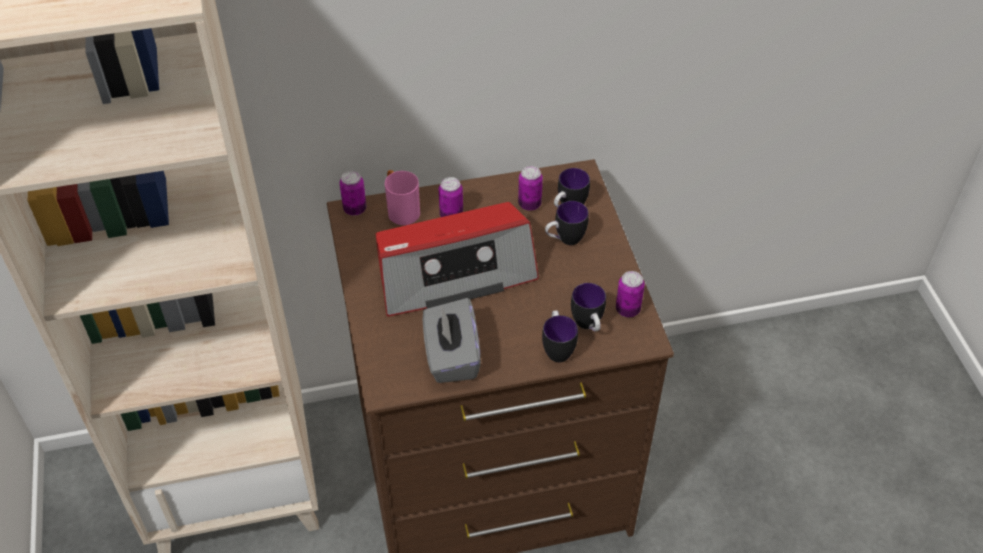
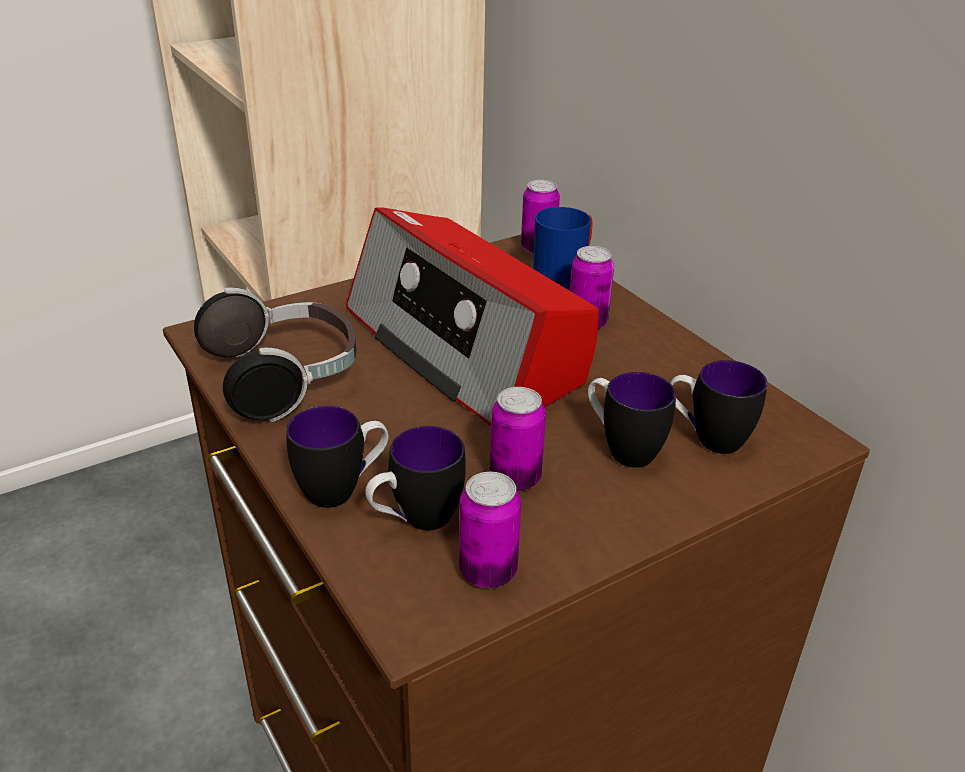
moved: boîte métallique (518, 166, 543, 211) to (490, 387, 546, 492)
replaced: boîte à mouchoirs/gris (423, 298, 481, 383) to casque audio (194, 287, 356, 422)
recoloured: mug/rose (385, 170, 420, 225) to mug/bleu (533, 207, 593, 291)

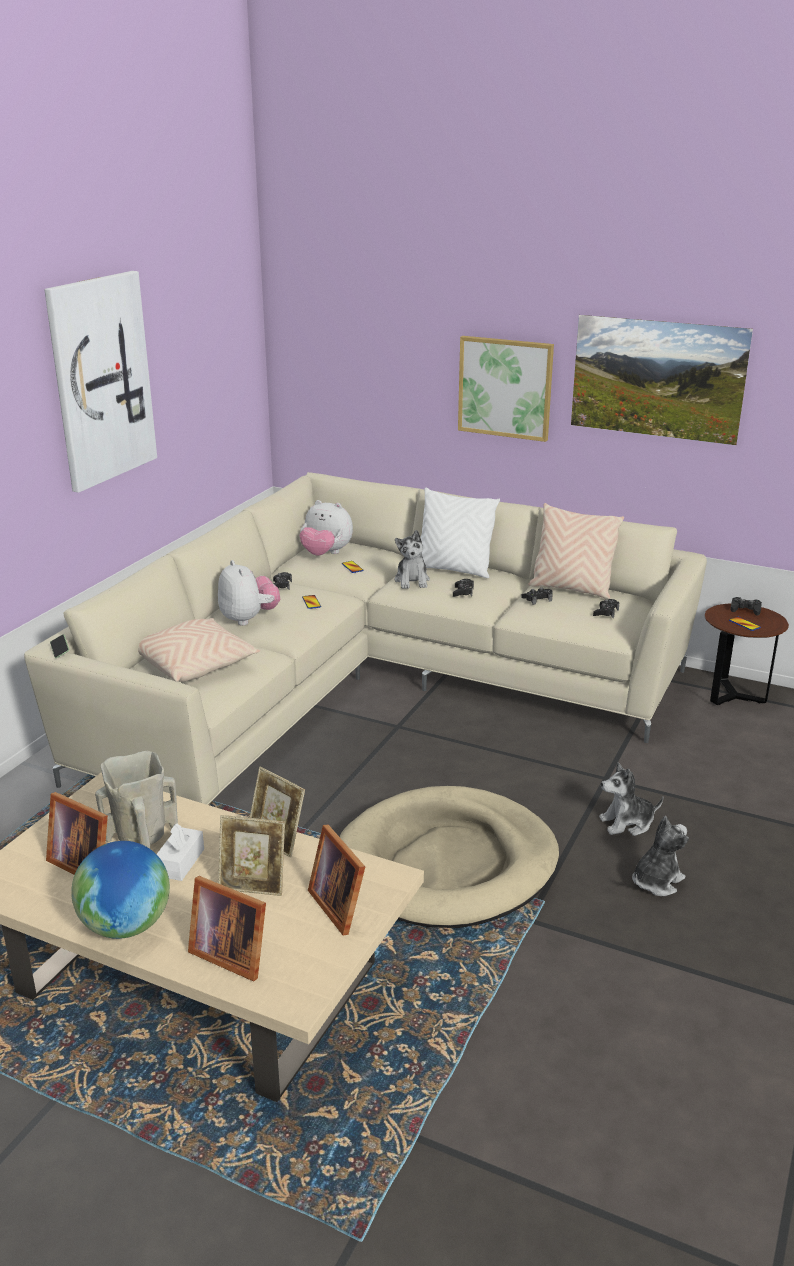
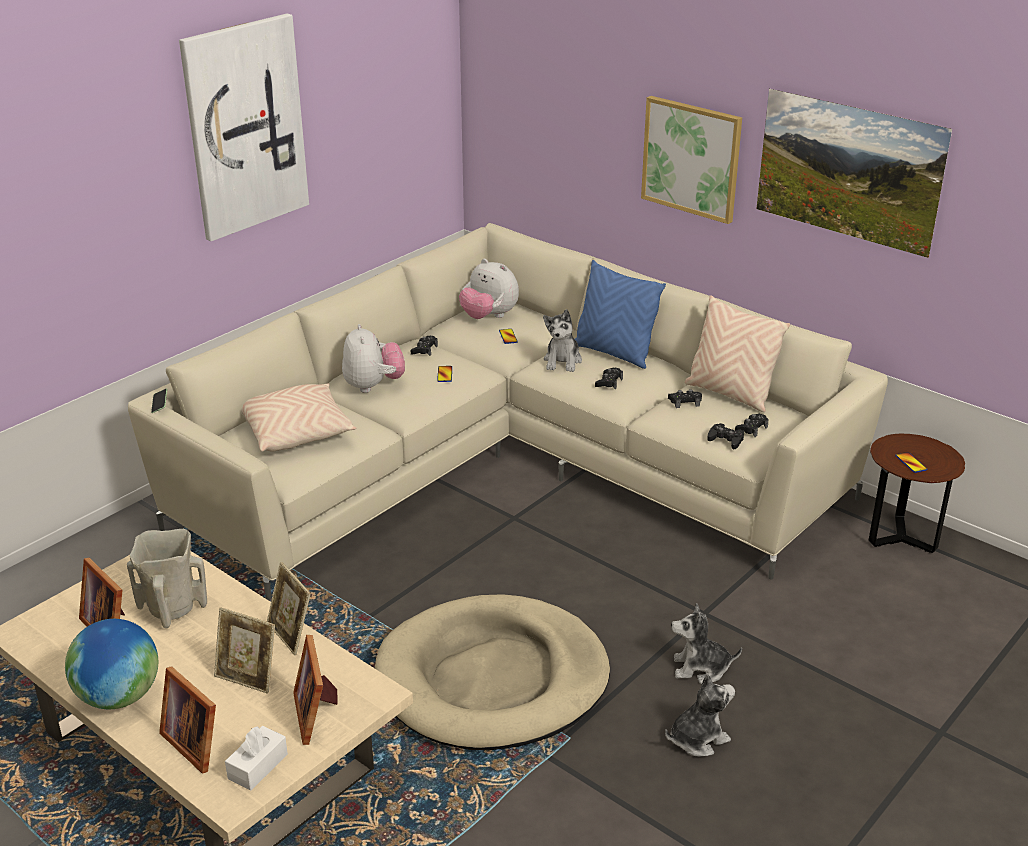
moved: manette/noir (730, 597, 762, 616) to (707, 423, 744, 449); boîte à mouchoirs/blanc (157, 824, 204, 881) to (225, 726, 288, 791)
recoloured: coussin/blanc (420, 487, 500, 578) to coussin/bleu (575, 260, 666, 369)

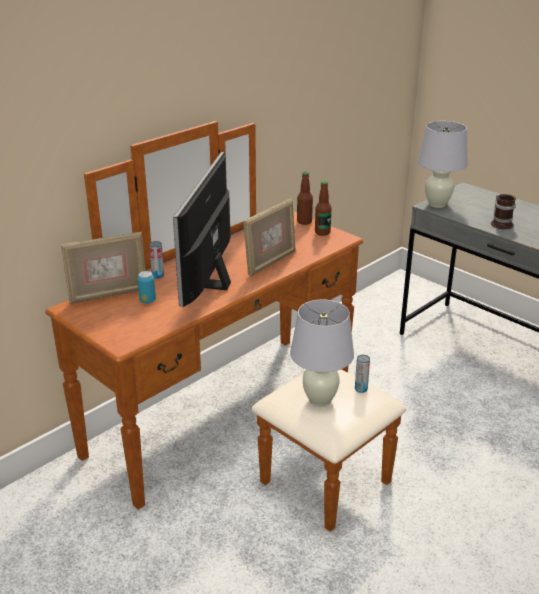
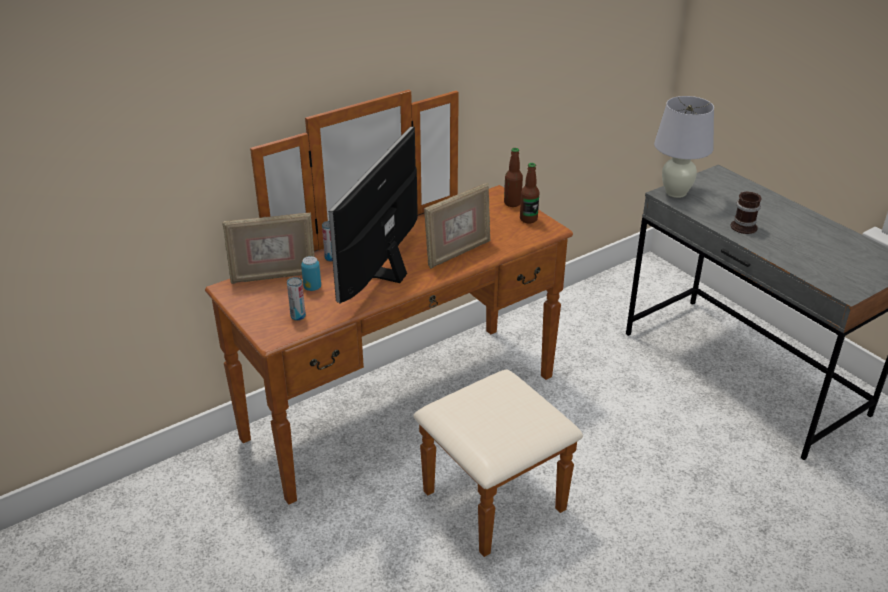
removed: lampe de table/blanc (290, 299, 354, 407)
moved: boîte métallique (355, 355, 370, 393) to (287, 277, 306, 321)

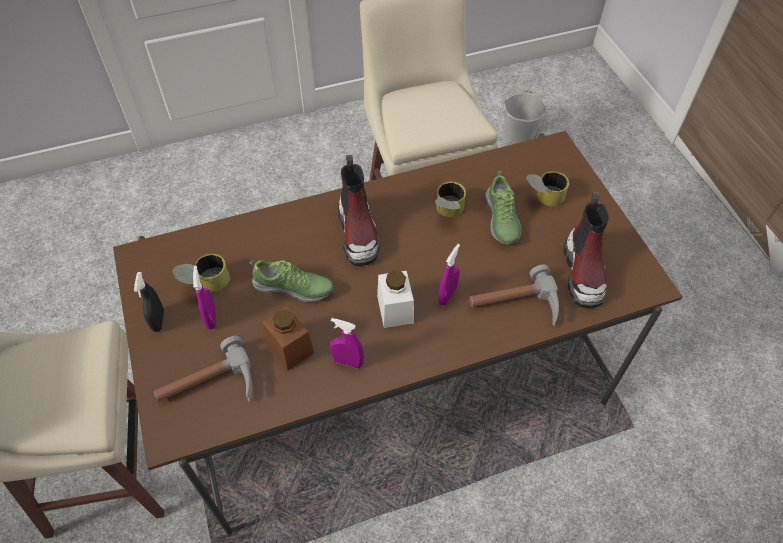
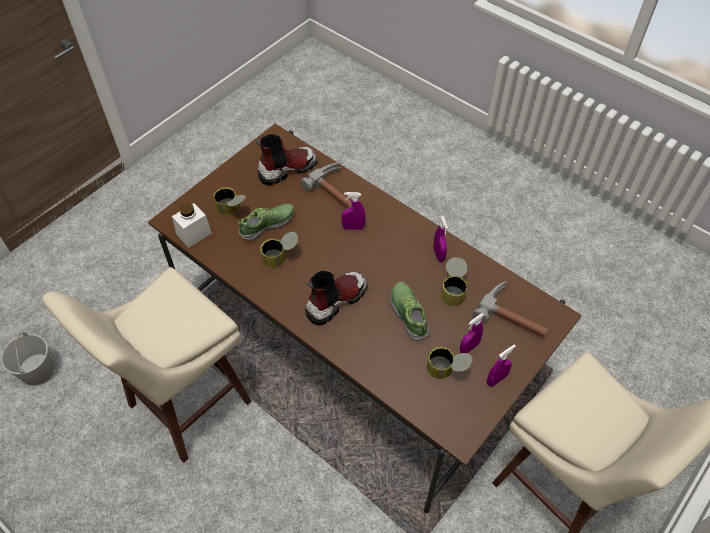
moved: bocal/blanc (377, 271, 414, 328) to (172, 203, 212, 248)
replaced: bocal/marron (262, 306, 314, 370) to boîte métallique (441, 257, 468, 306)
recoloured: vaporisateur/noir (134, 272, 164, 332) to vaporisateur/violet (487, 345, 516, 387)

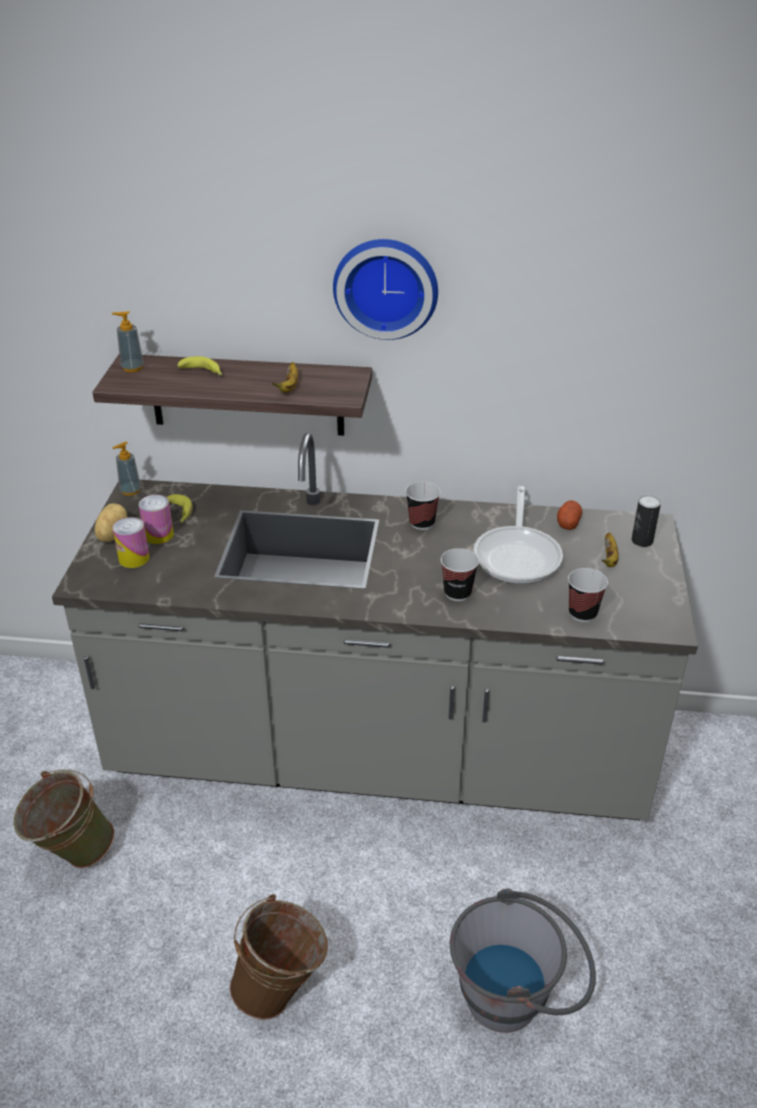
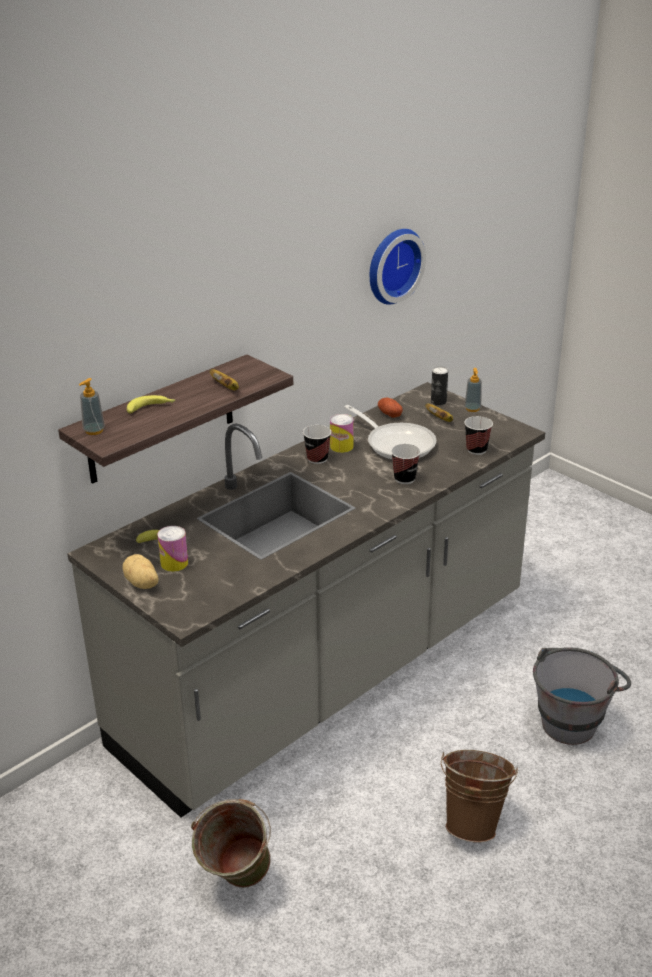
moved: horloge murale (333, 239, 438, 340) to (370, 229, 426, 305); distributeur de savon (113, 442, 141, 496) to (465, 368, 482, 412); boîte métallique (113, 517, 149, 568) to (330, 414, 354, 453)

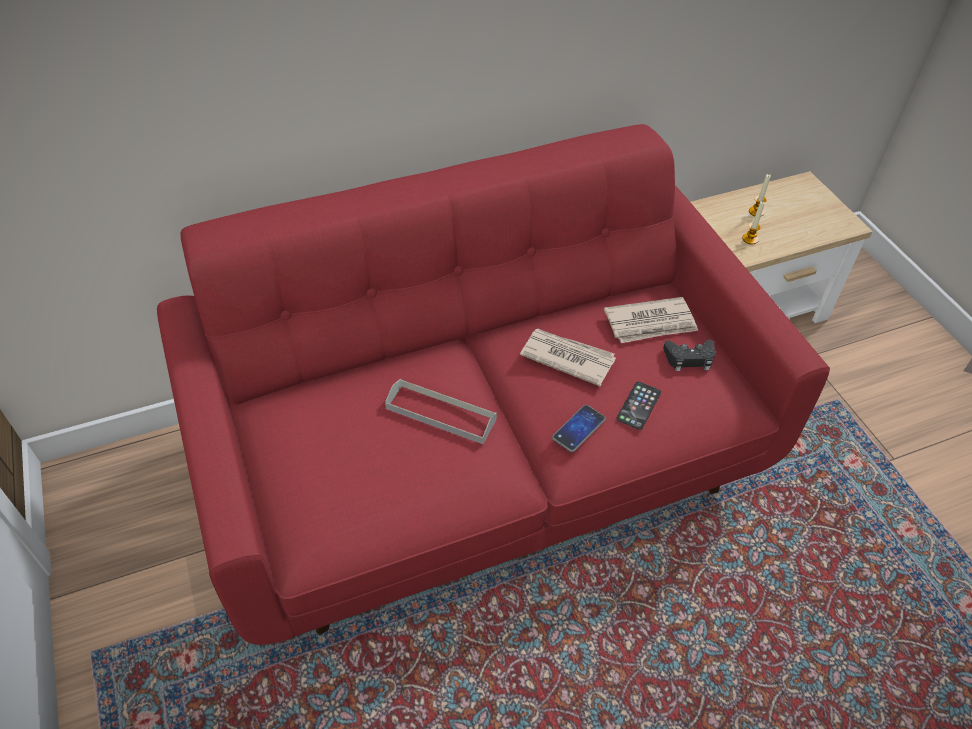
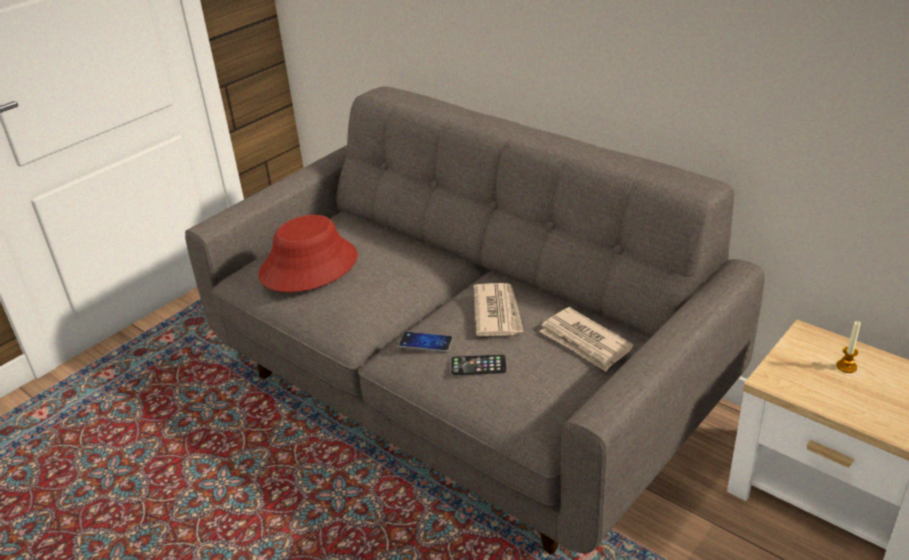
removed: bougie (742, 201, 765, 244); manette/noir (663, 340, 715, 371); plateau/gris (385, 379, 497, 444)
added: chapeau/rouge (258, 215, 358, 292)
recoloured: canapé/rouge (157, 124, 830, 645) to canapé/gris (185, 86, 765, 554)

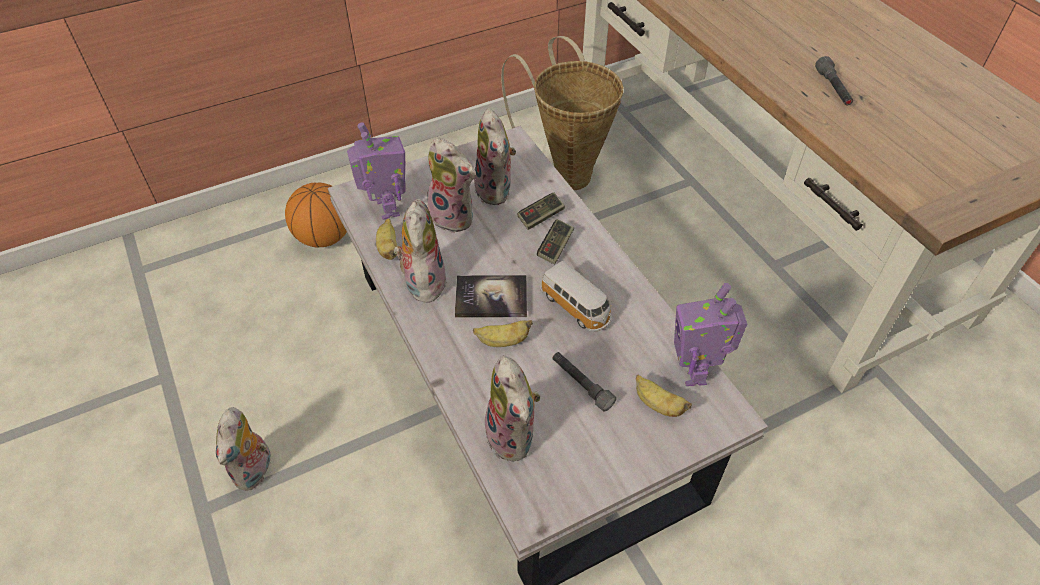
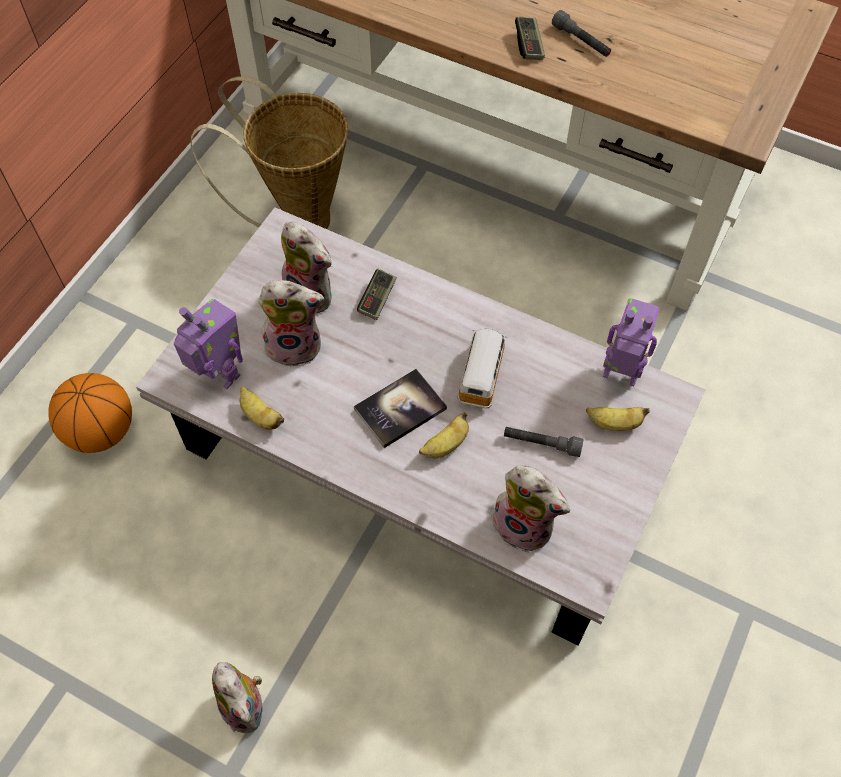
removed: peluche (394, 199, 447, 303)
moved: manette (537, 219, 574, 265) to (515, 17, 545, 60)
turned: petite voiture (540, 261, 612, 332) = (458, 329, 507, 408) 90 degrees counterclockwise; robot jouet (674, 283, 747, 386) = (603, 298, 660, 386) 150 degrees clockwise

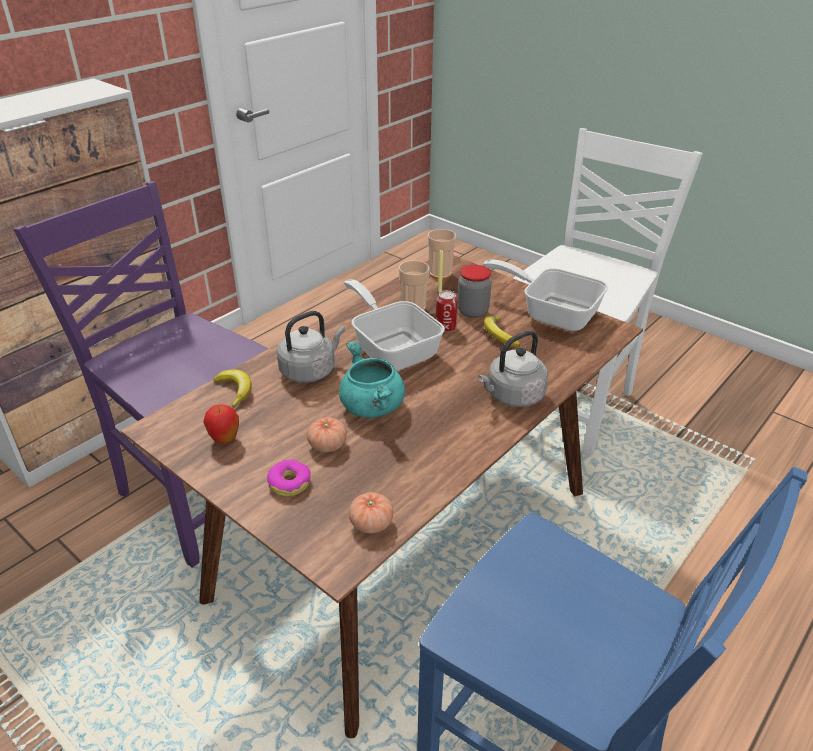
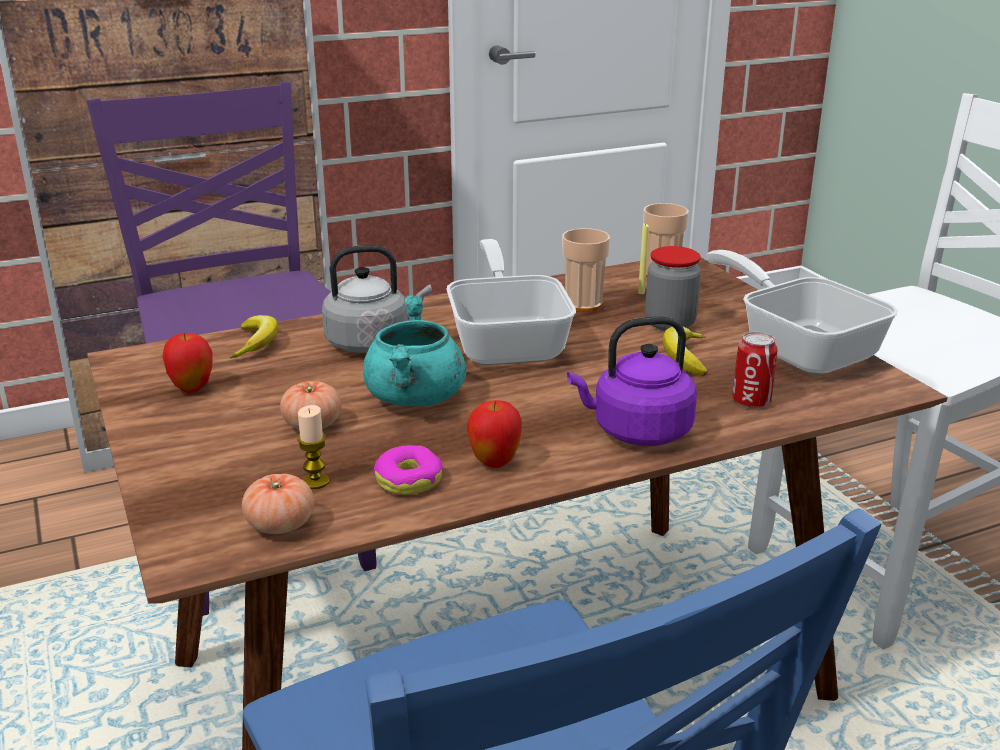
added: pomme (467, 400, 522, 468); bougie (297, 405, 329, 489)
moved: boîte métallique (436, 290, 458, 332) to (732, 332, 778, 408); beignet (267, 459, 311, 496) to (373, 445, 443, 495)
recoloured: bouilloire/gris (478, 330, 548, 407) to bouilloire/violet (567, 316, 697, 446)

